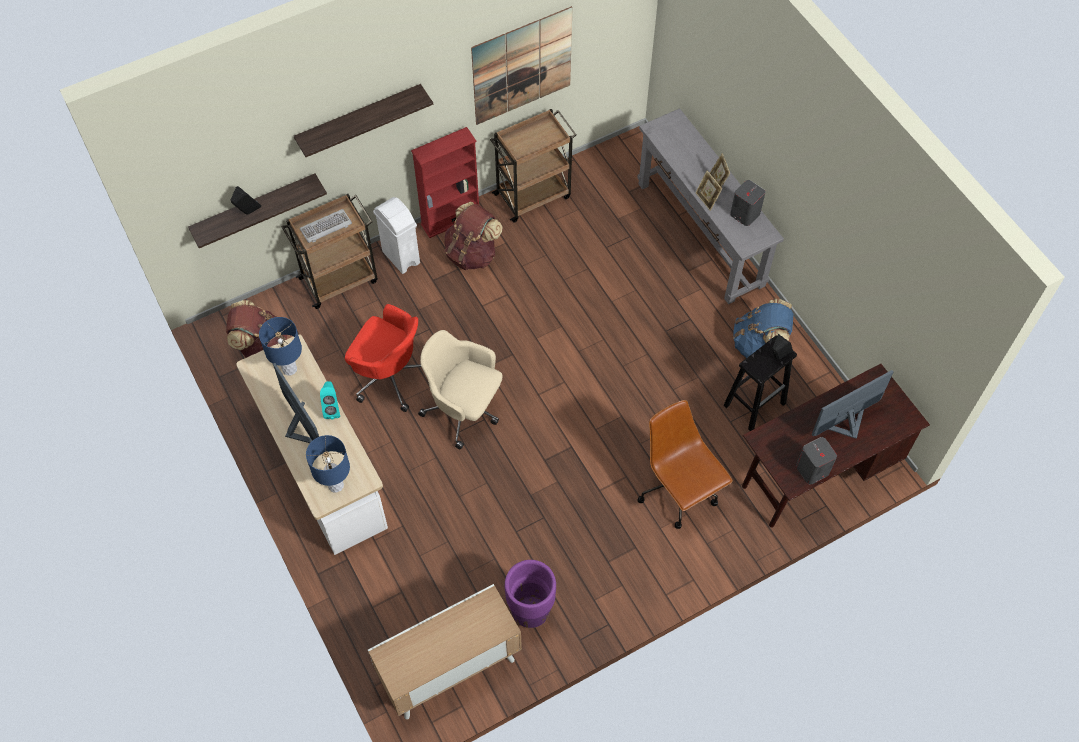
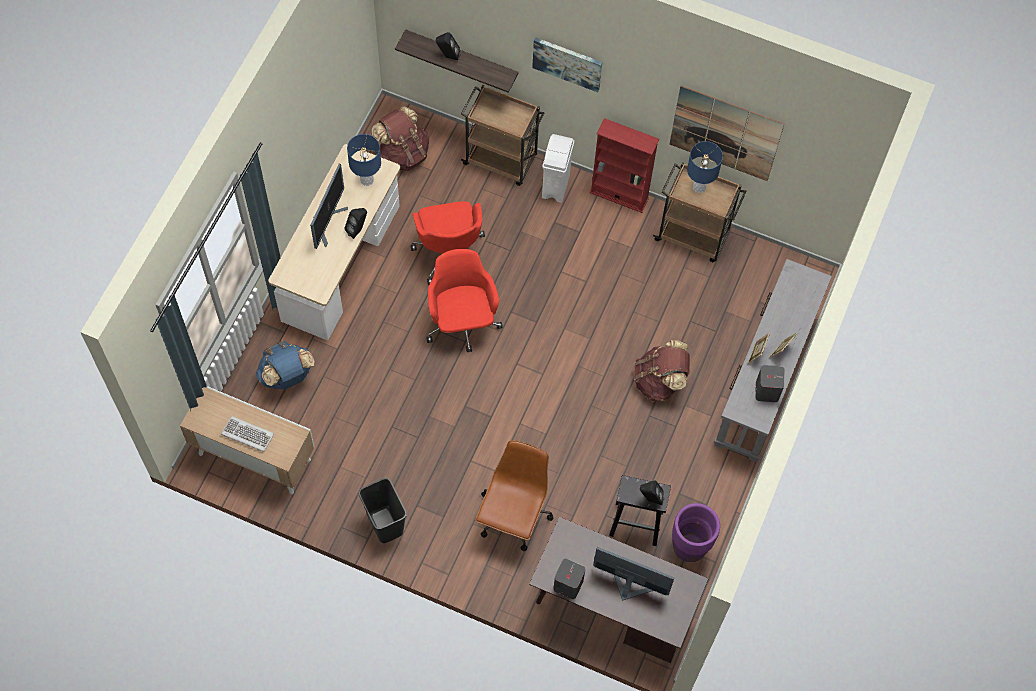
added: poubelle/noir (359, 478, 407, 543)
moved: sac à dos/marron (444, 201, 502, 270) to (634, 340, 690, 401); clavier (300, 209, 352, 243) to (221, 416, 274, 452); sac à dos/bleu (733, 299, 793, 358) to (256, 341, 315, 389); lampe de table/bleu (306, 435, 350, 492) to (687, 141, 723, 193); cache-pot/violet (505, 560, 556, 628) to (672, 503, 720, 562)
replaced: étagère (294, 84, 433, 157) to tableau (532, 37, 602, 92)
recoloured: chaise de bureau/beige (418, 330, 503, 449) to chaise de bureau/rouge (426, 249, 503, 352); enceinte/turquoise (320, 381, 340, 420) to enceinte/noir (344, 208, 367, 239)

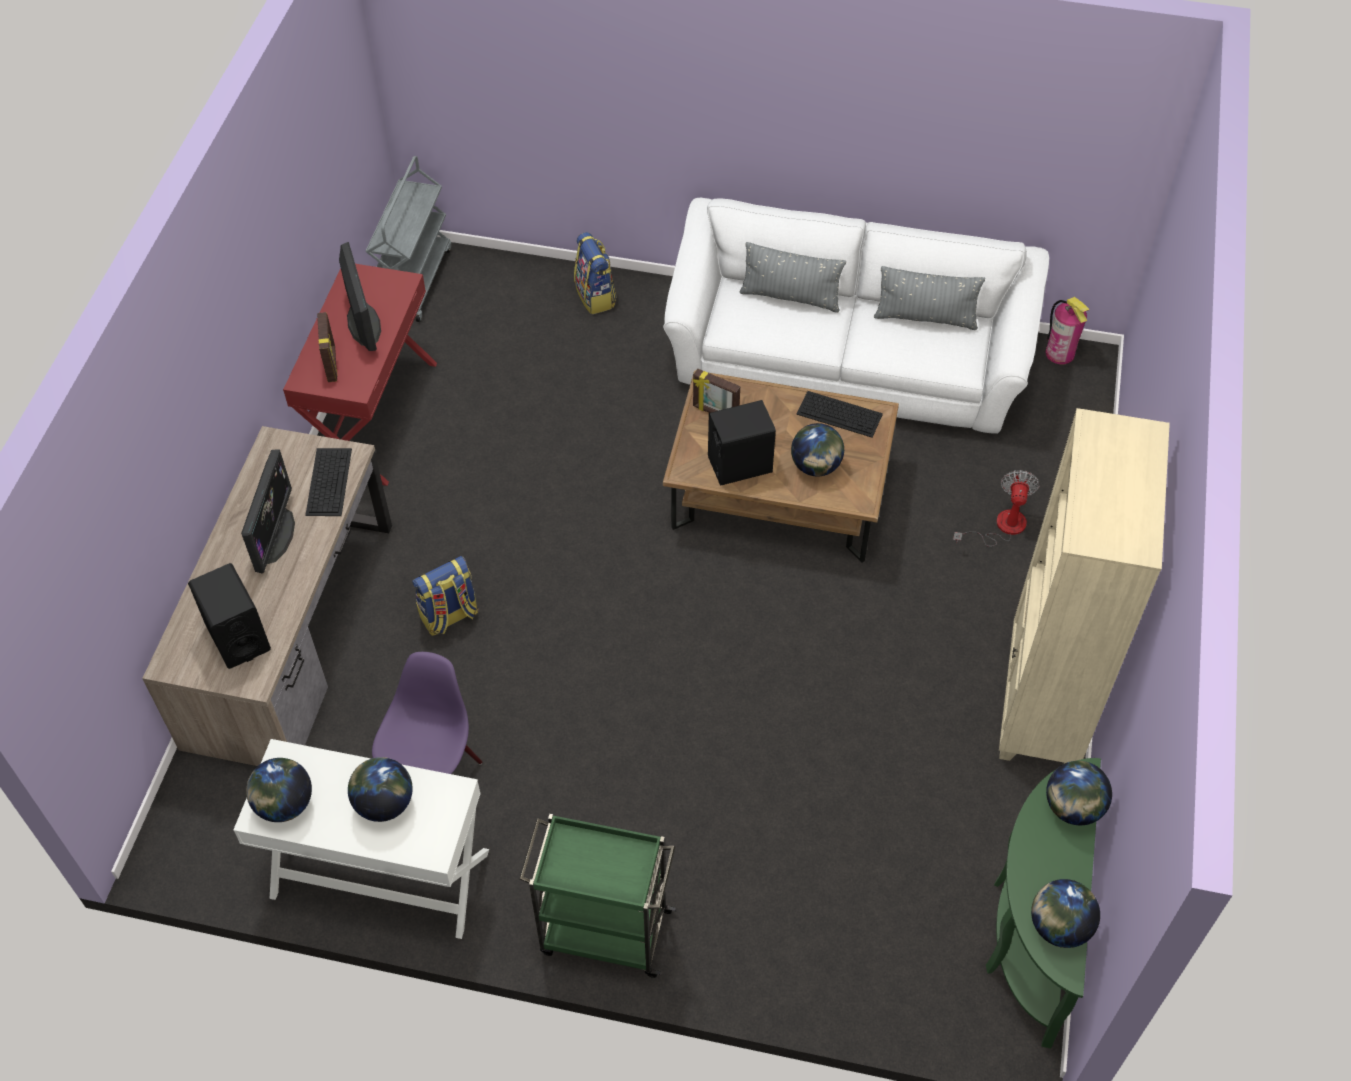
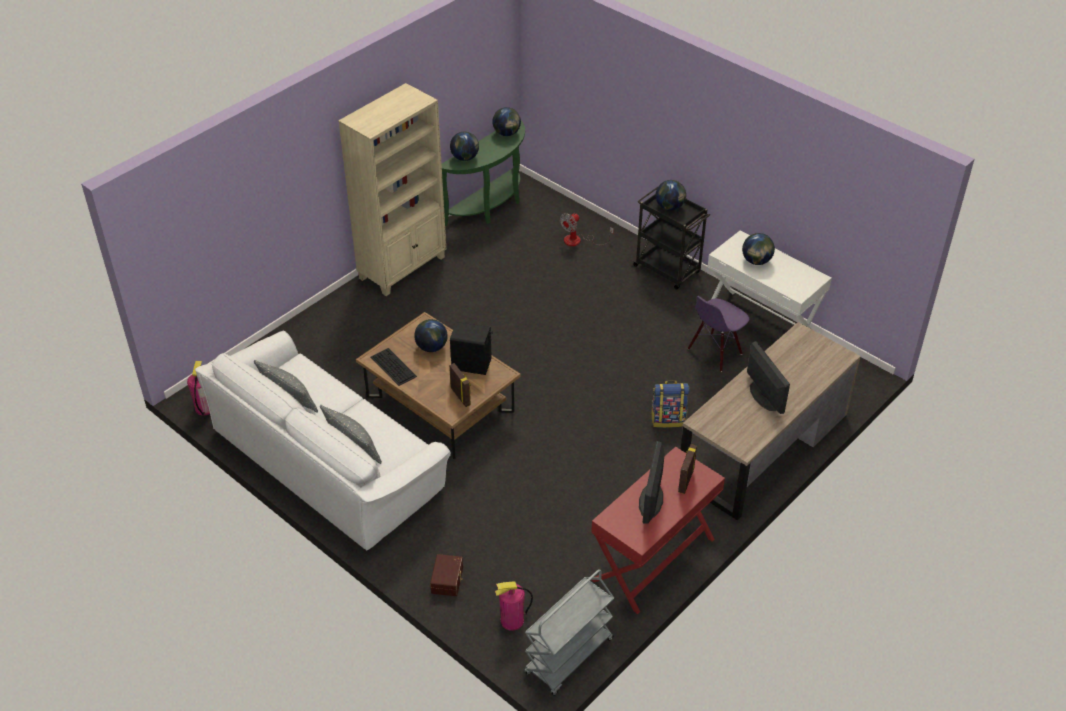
removed: clavier (305, 448, 352, 516); enceinte/noir (188, 563, 271, 669)
added: extincteur (495, 581, 533, 631)
moved: ventilateur (953, 470, 1040, 547) to (560, 213, 614, 246); globe (246, 758, 312, 822) to (656, 180, 686, 211)
replaced: sac à dos (574, 232, 617, 315) to boîte de rangement/marron (430, 554, 463, 596)
recoloured: chariot/vert (519, 814, 676, 978) to chariot/noir (632, 187, 710, 290)
turned: écran d'ordinateur (241, 449, 295, 573) = (747, 341, 790, 414) 120 degrees clockwise

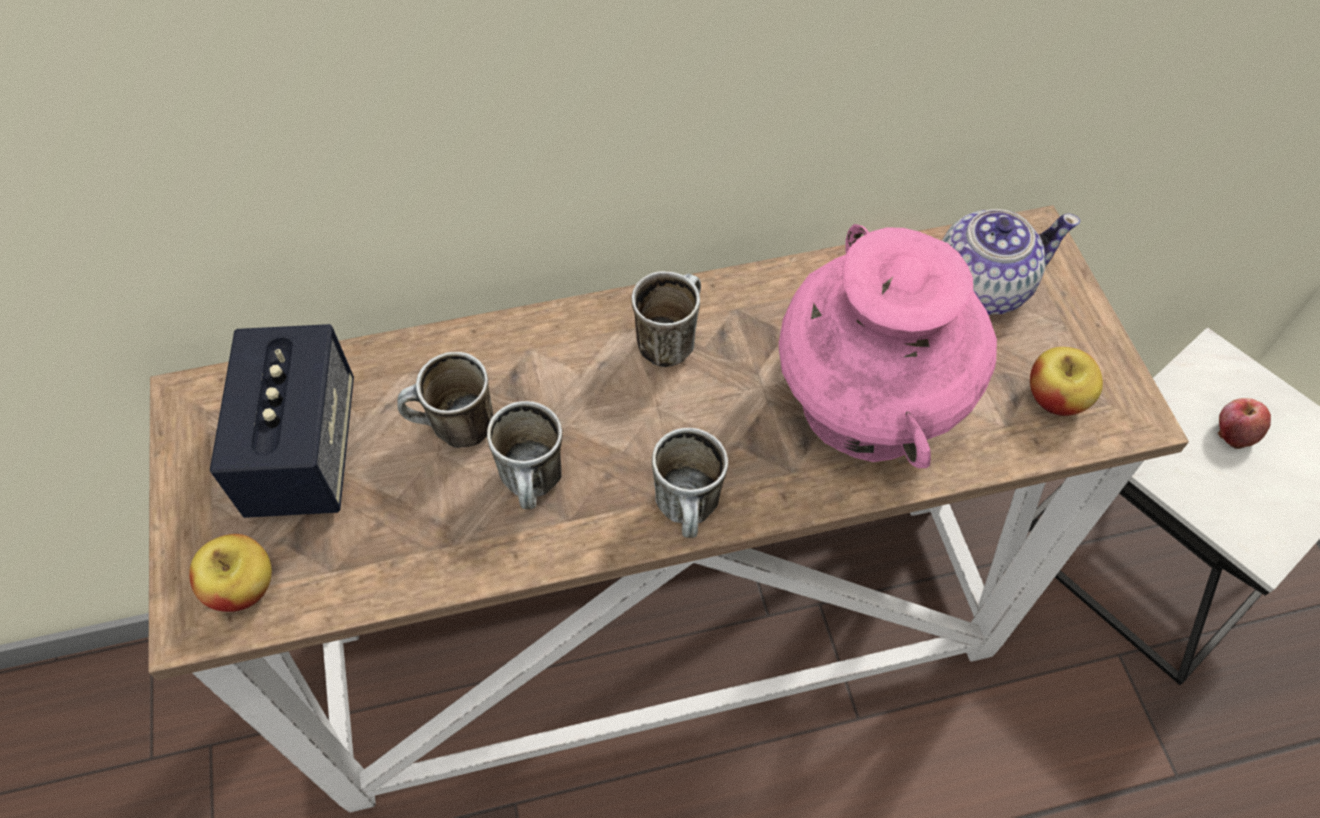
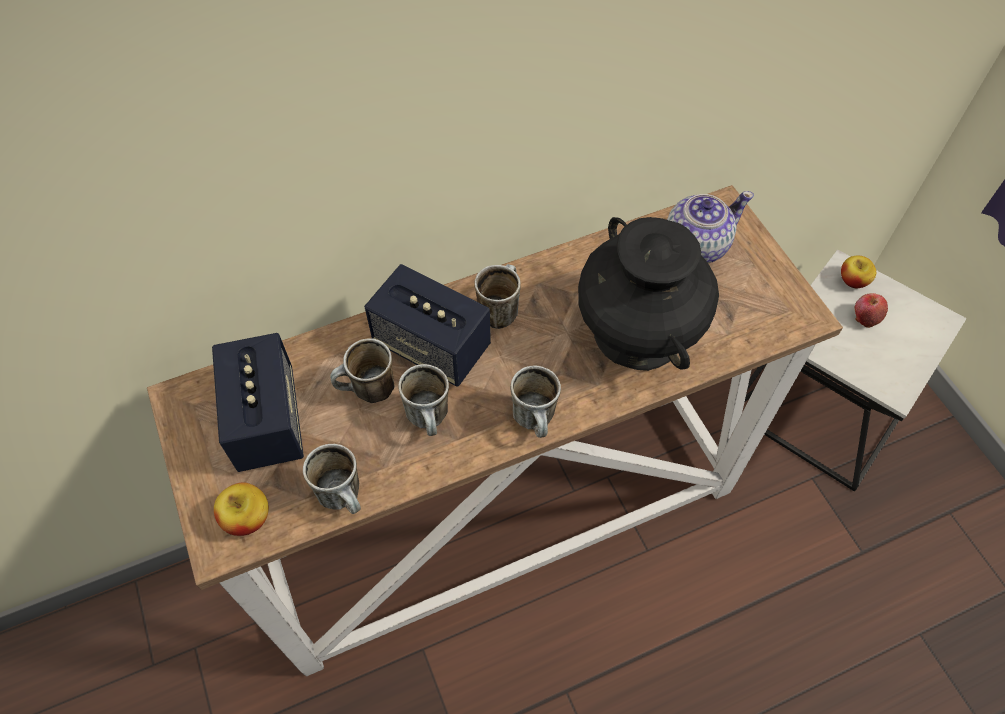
added: enceinte (364, 264, 491, 387); mug (303, 444, 361, 514)
moved: pomme (1030, 347, 1103, 416) to (841, 256, 876, 288)
recoloured: vase/rose (779, 224, 997, 468) to vase/noir (578, 217, 719, 371)

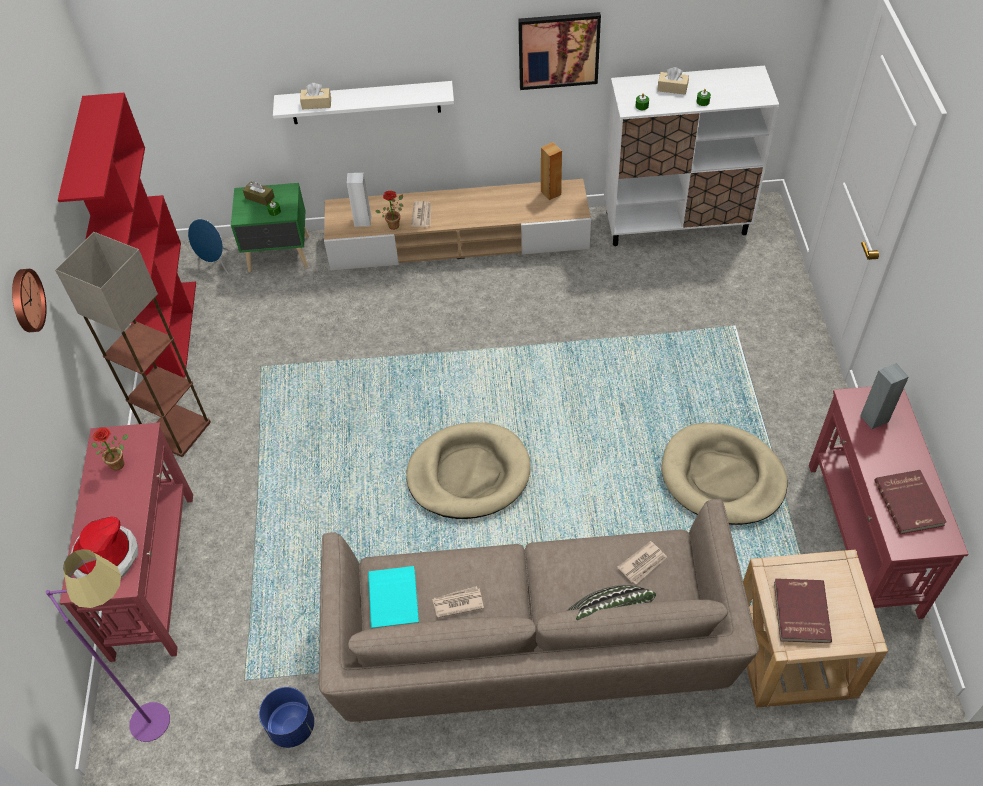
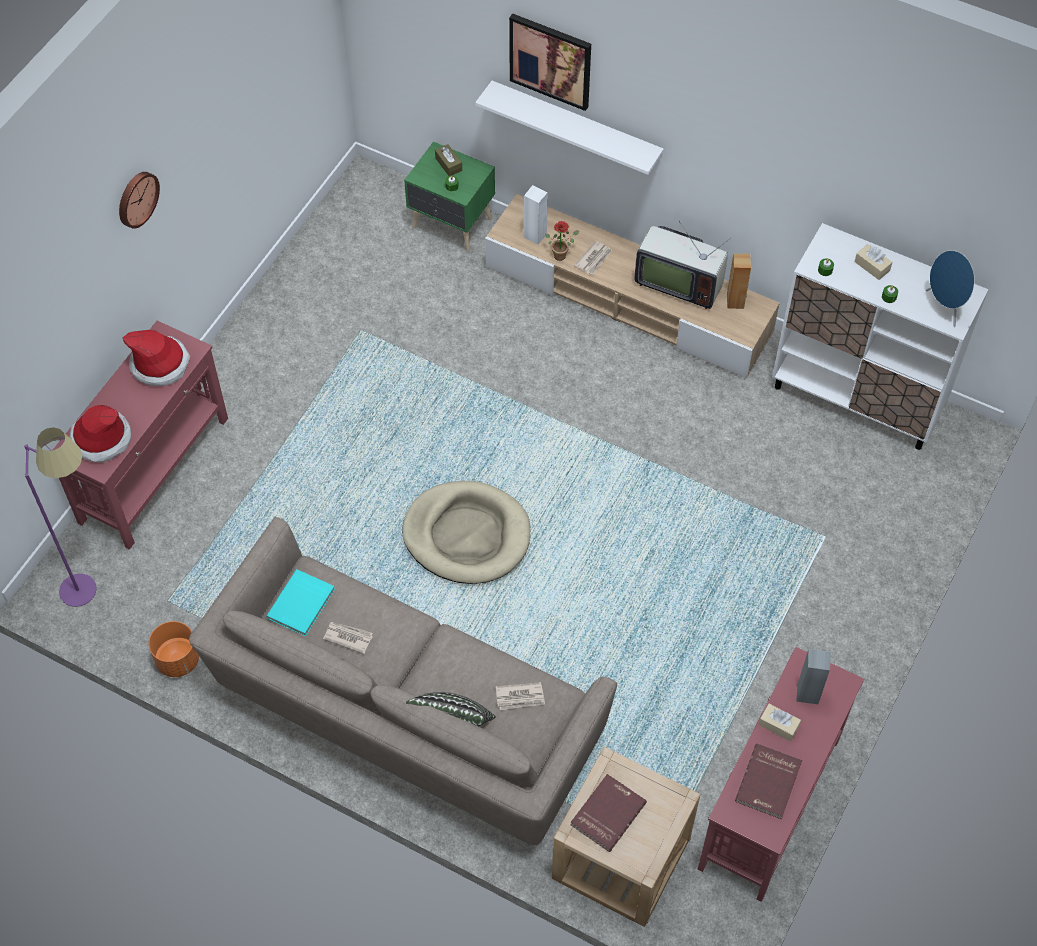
removed: bibliothèque/rouge (58, 93, 196, 378); lampadaire (55, 232, 211, 457); panier pour chien/beige (662, 423, 788, 525)
added: téléviseur (635, 221, 731, 309)
moved: tableau (518, 12, 601, 90) to (509, 13, 591, 111); boîte à mouchoirs/beige (300, 83, 331, 110) to (759, 704, 801, 741); enceinte/bleu (188, 219, 230, 274) to (926, 250, 974, 327)
replaced: plante en pot (92, 427, 128, 471) to chapeau (123, 330, 190, 386)
recoloured: cache-pot/bleu (259, 687, 314, 748) to cache-pot/orange (149, 621, 199, 677)

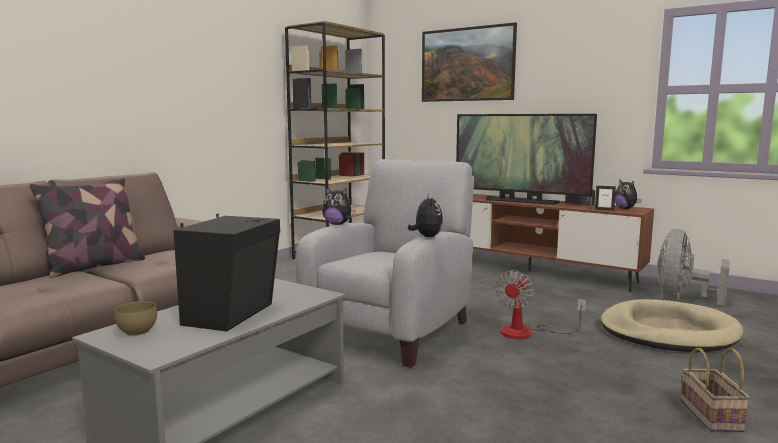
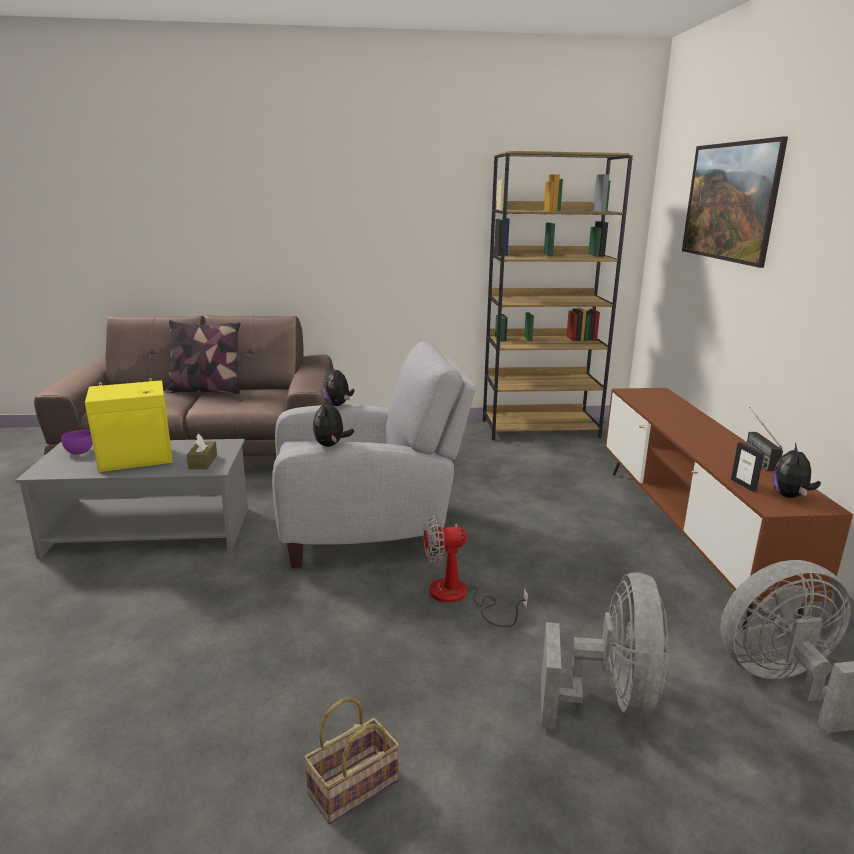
removed: téléviseur (456, 114, 597, 205)
added: boîte à mouchoirs/marron (187, 433, 217, 469)
replaced: panier pour chien/beige (601, 299, 743, 352) to ventilateur/gris (541, 572, 669, 729)
recoloured: enceinte/noir (173, 214, 280, 332) to enceinte/jaune (85, 378, 172, 472); bol/marron (115, 301, 157, 336) to bol/violet (61, 430, 93, 455)
turned: peluche (408, 194, 443, 237) = (313, 398, 354, 447) 135 degrees clockwise

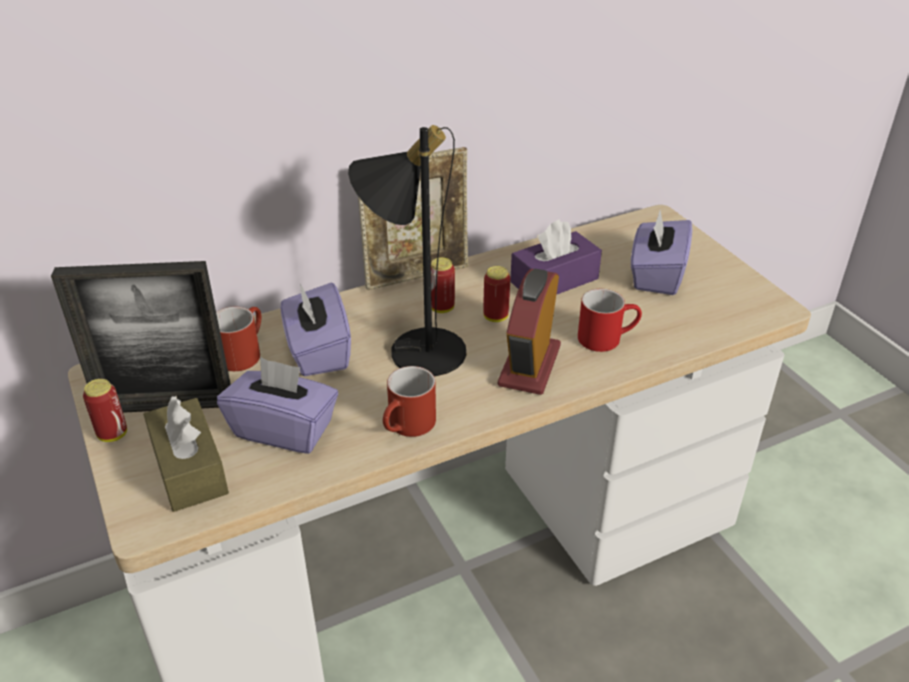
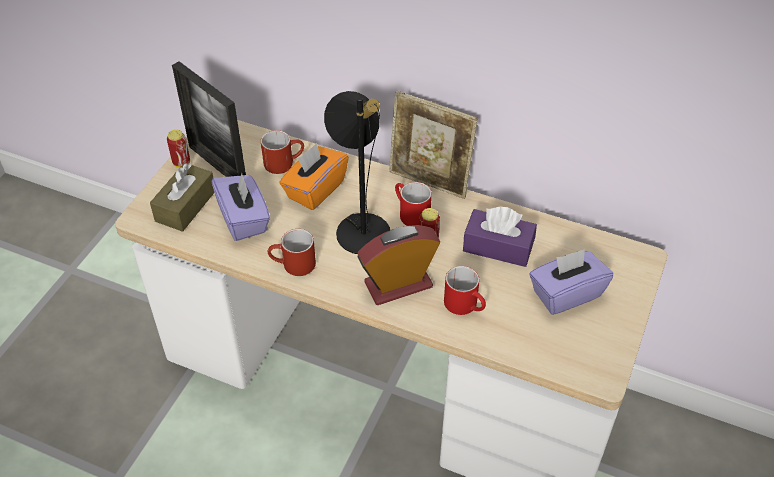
replaced: boîte métallique (431, 258, 455, 313) to mug/rouge (395, 182, 432, 226)
recoloured: boîte à mouchoirs/violet (281, 283, 351, 376) to boîte à mouchoirs/orange (279, 143, 349, 210)

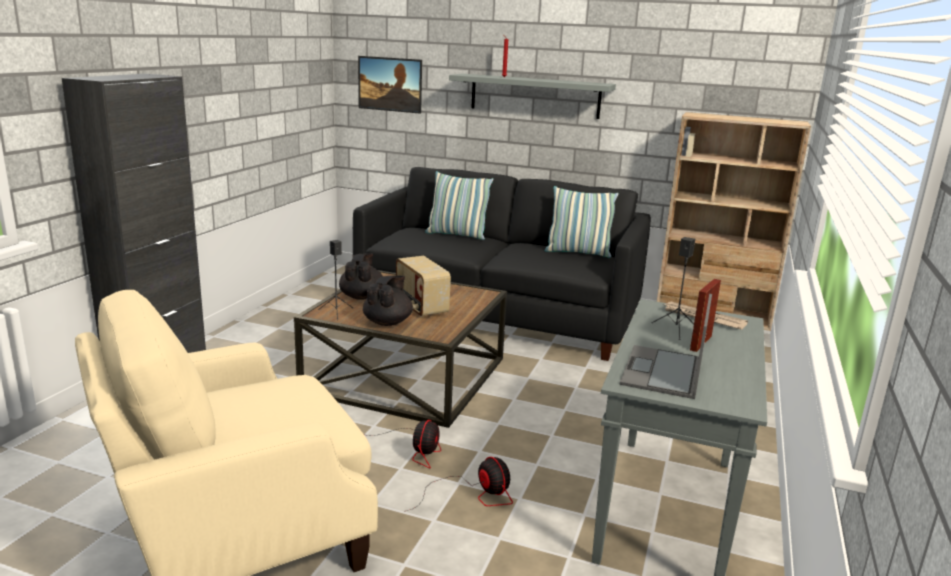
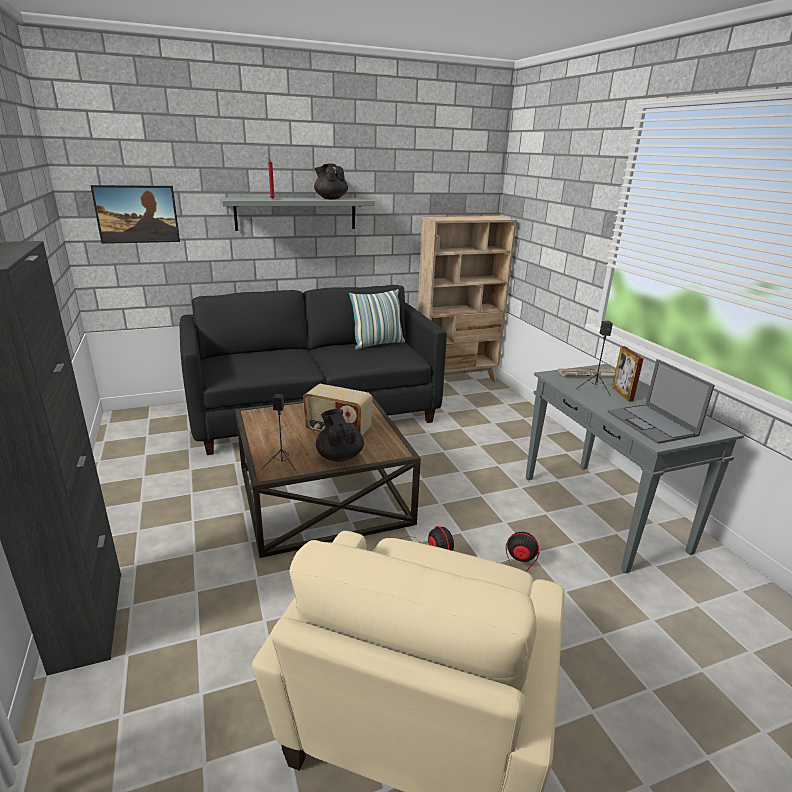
removed: coussin (425, 171, 493, 240)
moved: théière/noir (339, 253, 382, 300) to (314, 164, 348, 199)

